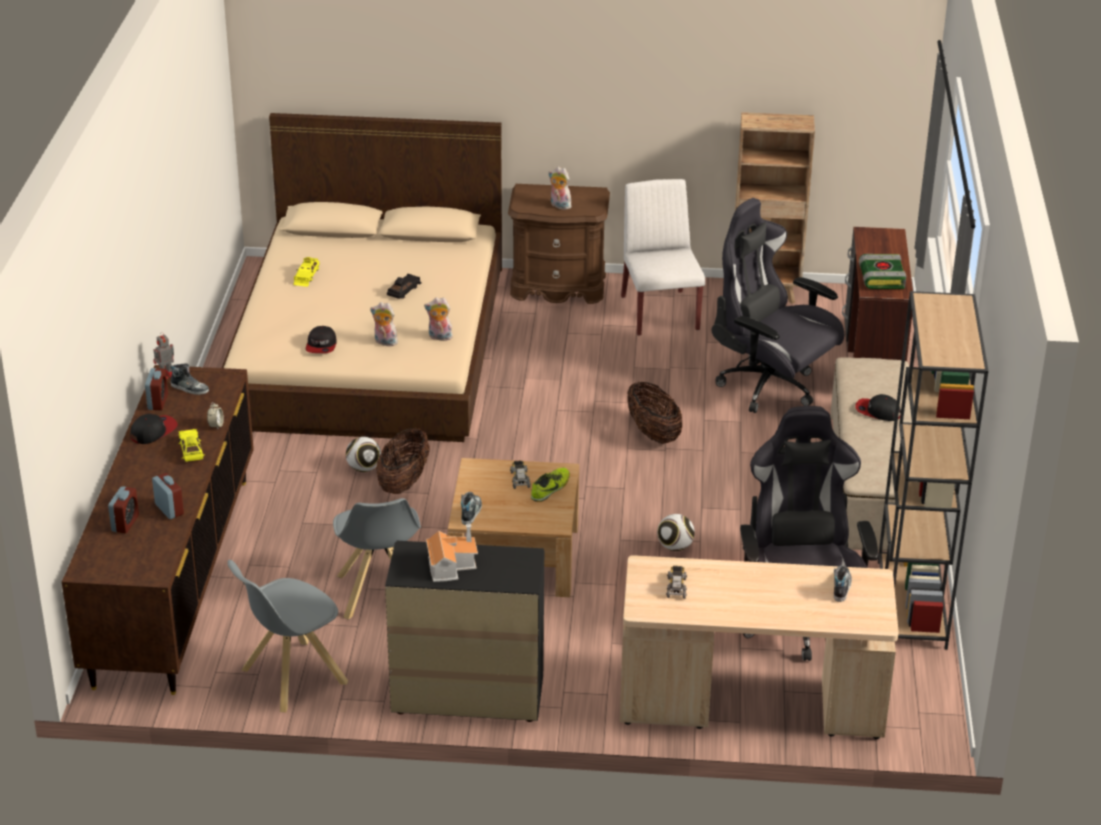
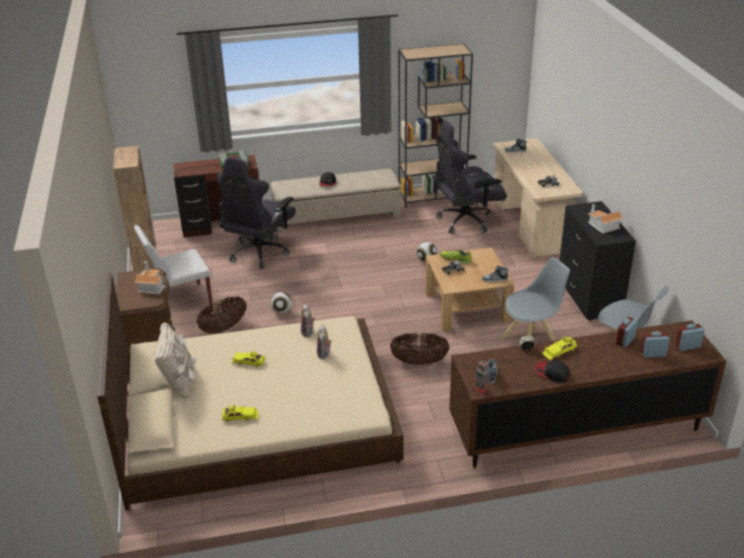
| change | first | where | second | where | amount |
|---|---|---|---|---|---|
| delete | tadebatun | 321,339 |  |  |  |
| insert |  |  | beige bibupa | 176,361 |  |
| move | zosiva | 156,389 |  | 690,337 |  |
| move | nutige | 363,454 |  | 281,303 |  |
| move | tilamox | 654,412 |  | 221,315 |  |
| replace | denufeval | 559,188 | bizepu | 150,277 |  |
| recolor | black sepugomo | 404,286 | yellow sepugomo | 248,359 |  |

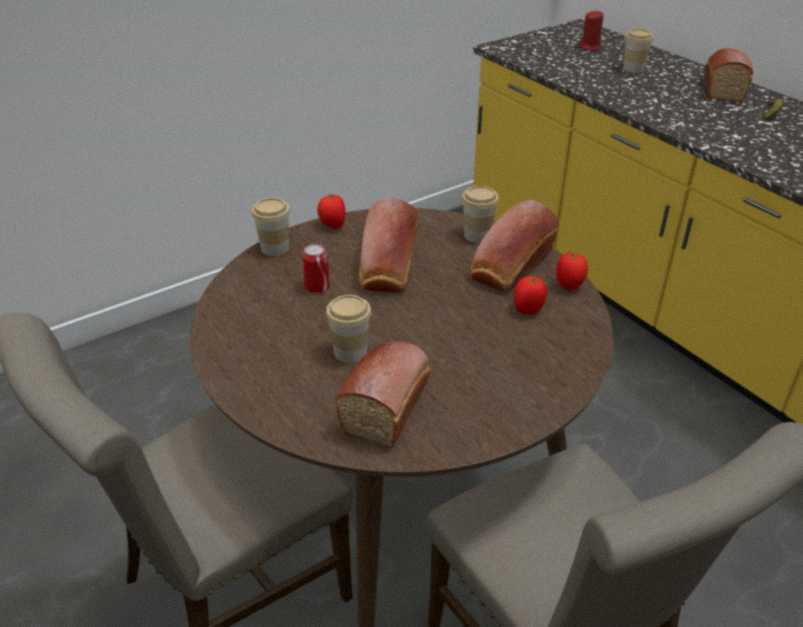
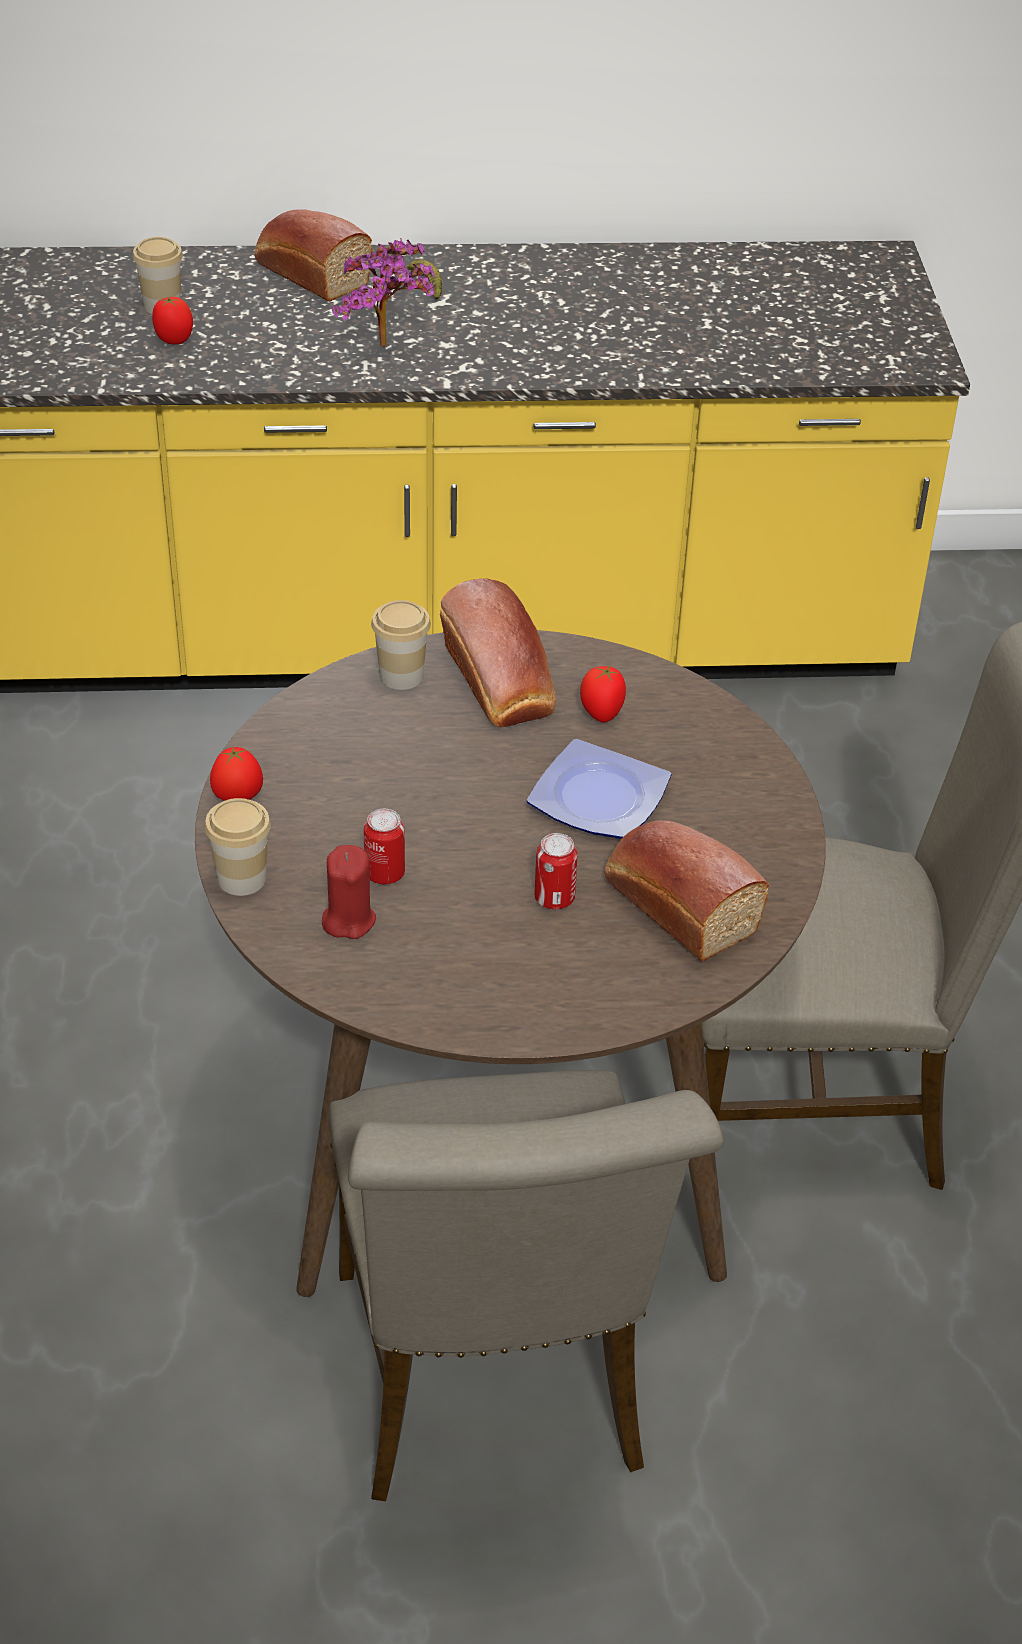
| change | first | where | second | where | amount |
|---|---|---|---|---|---|
| delete | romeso | 389,245 |  |  |  |
| insert |  |  | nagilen | 383,292 |  |
| insert |  |  | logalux | 599,789 |  |
| move | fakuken | 572,272 |  | 172,320 |  |
| move | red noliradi | 591,30 |  | 349,892 |  |
| replace | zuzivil | 349,329 | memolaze | 556,871 |  |

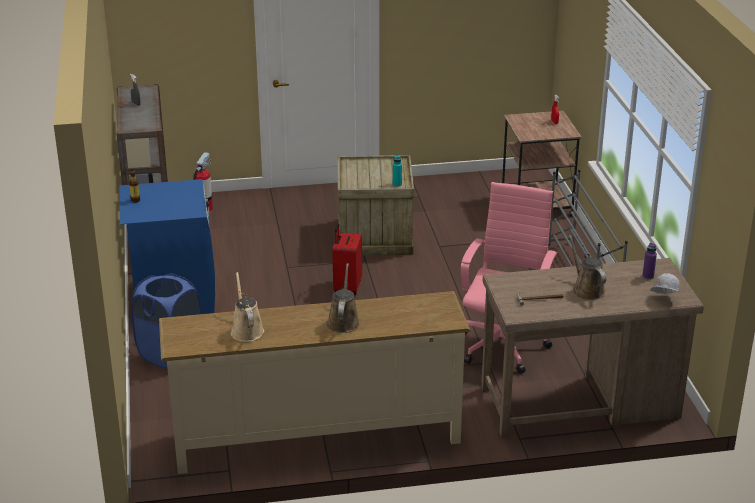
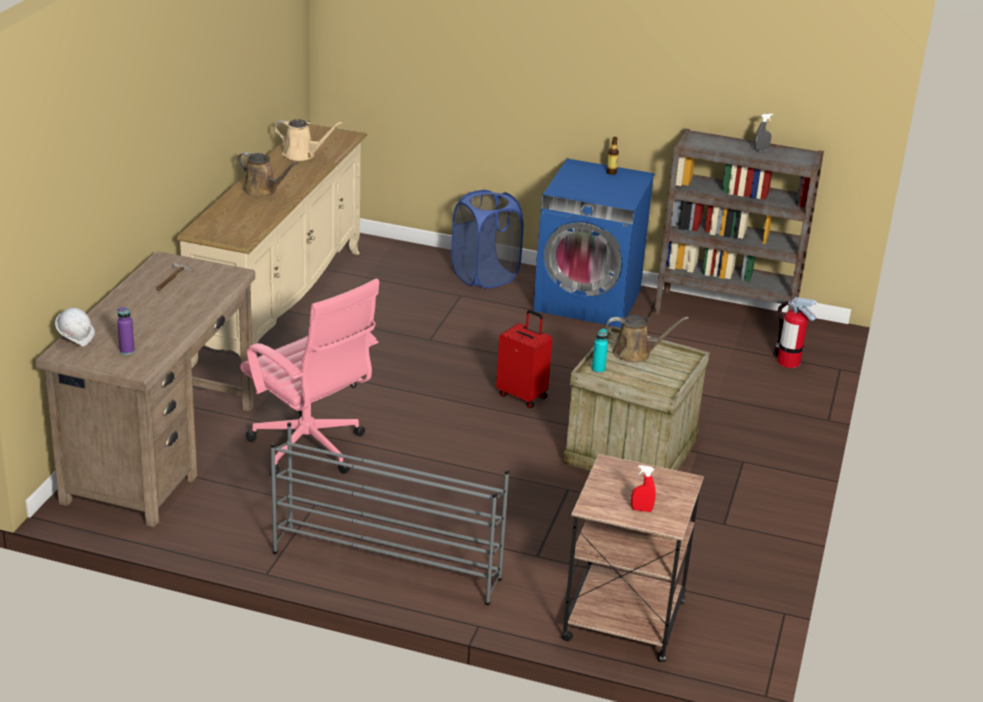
| change | first | where | second | where | amount |
|---|---|---|---|---|---|
| move | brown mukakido | 587,267 |  | 647,339 |  |

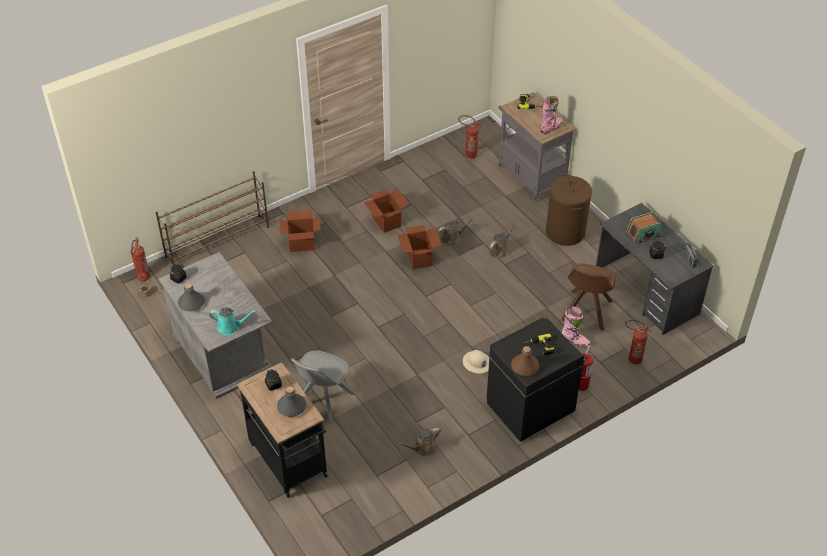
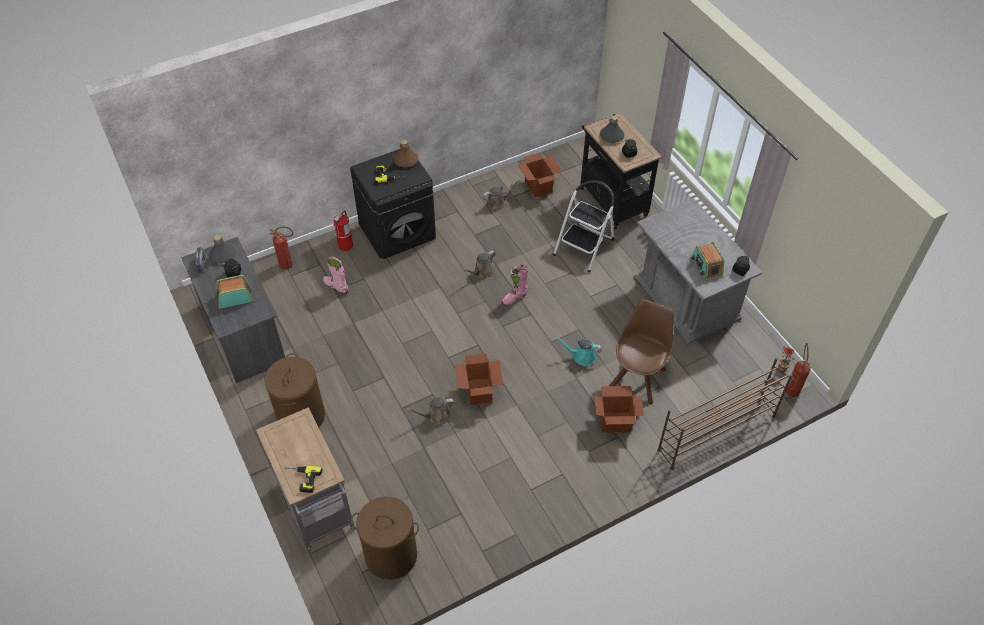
| change | first | where | second | where | amount |
|---|---|---|---|---|---|
| delete | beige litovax | 476,361 |  |  |  |
| insert |  |  | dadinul | 708,261 |  |
| move | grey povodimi | 191,297 |  | 222,249 |  |
| move | turquoise mukakido | 232,321 |  | 579,351 |  |
| move | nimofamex | 386,211 |  | 539,175 |  |
| move | brown mukakido | 503,239 |  | 478,265 |  |
| move | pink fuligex | 552,115 |  | 515,285 |  |
| move | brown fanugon | 589,297 |  | 641,352 |  |
| replace | grey fanugon | 322,388 | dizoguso | 583,226 |  |
| replace | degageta | 469,137 | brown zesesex | 385,538 |  |

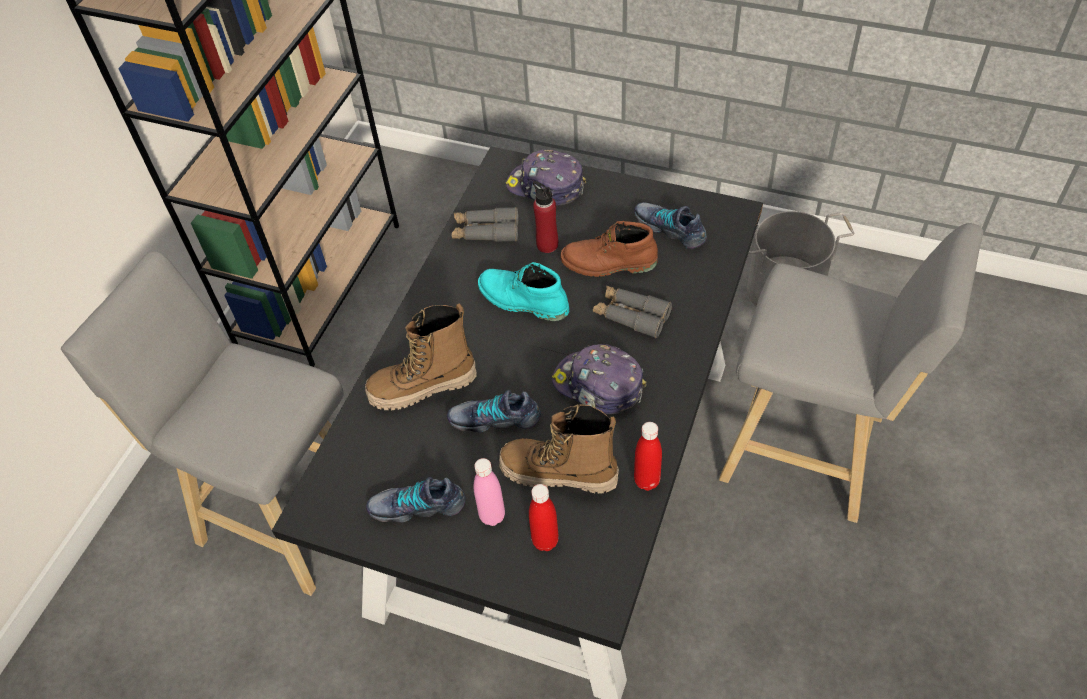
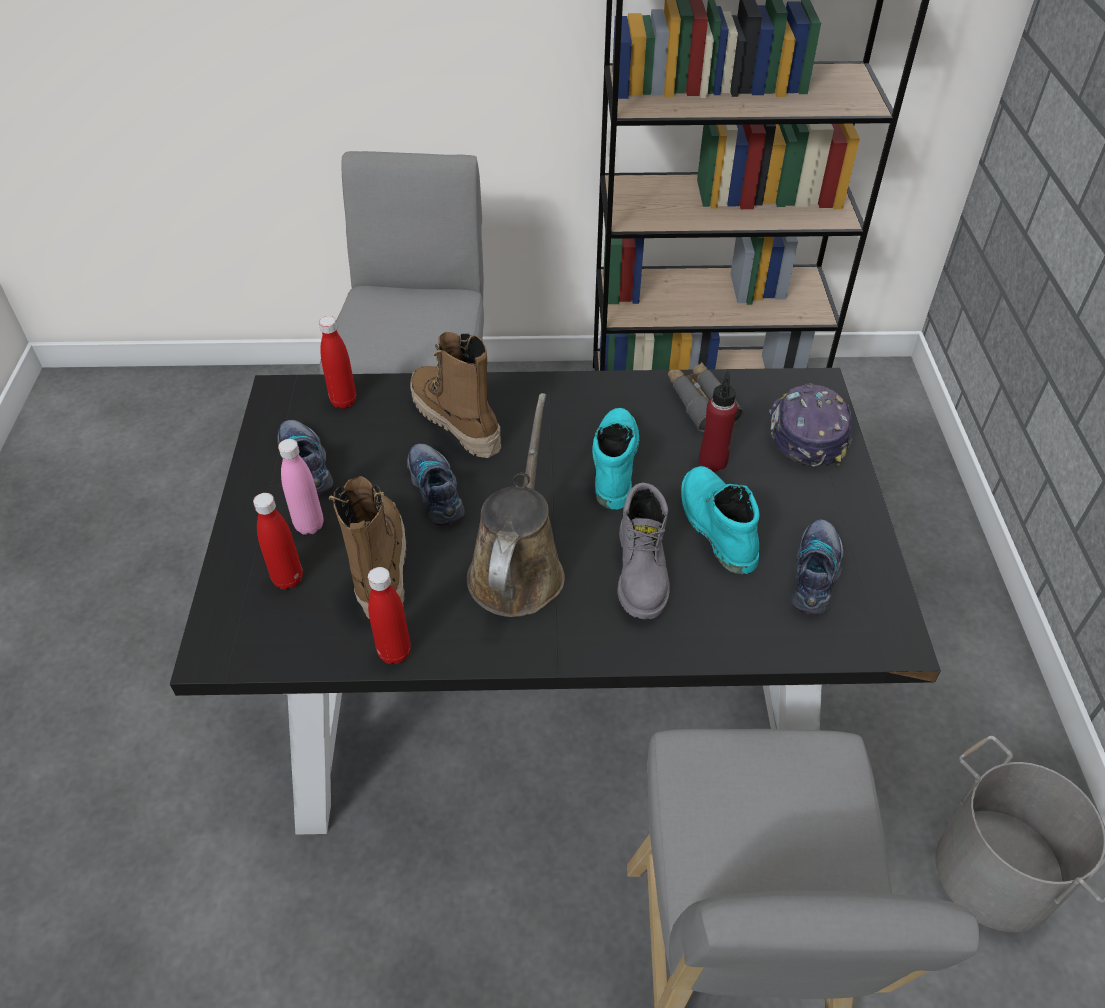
| change | first | where | second | where | amount |
|---|---|---|---|---|---|
| insert |  |  | red povodimi | 337,362 |  |
| replace | tadebatun | 599,379 | brown mukakido | 516,505 |  |
| replace | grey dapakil | 632,312 | grey fuligex | 644,551 |  |
| recolor | brown fuligex | 609,249 | turquoise fuligex | 720,520 |  |

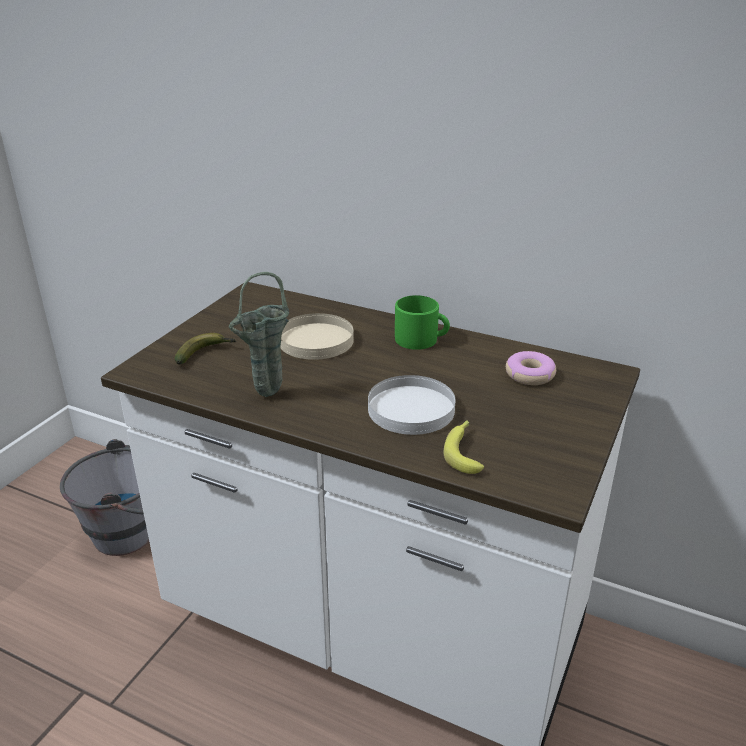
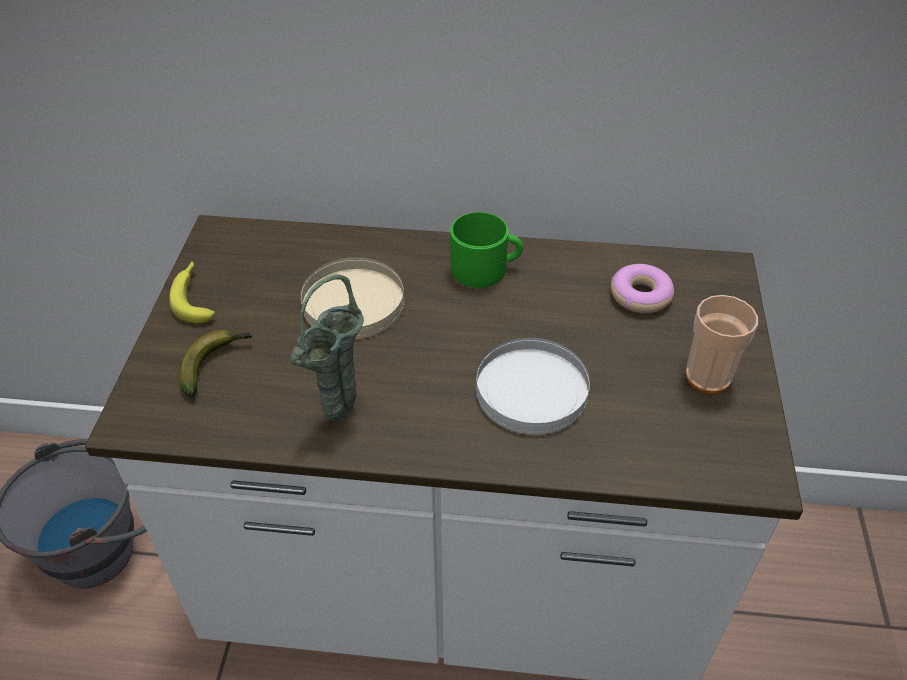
| change | first | where | second | where | amount |
|---|---|---|---|---|---|
| insert |  |  | zuzivil | 721,344 |  |
| move | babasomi | 464,447 |  | 192,292 |  |

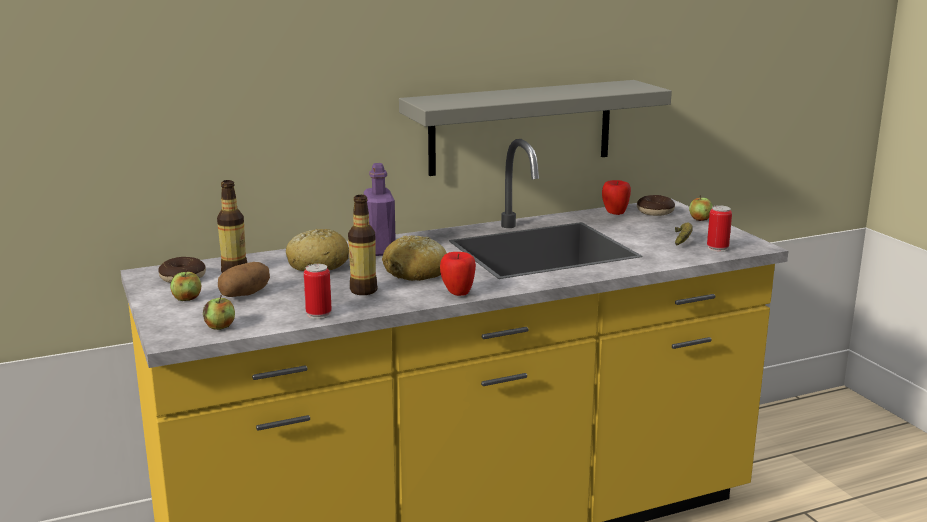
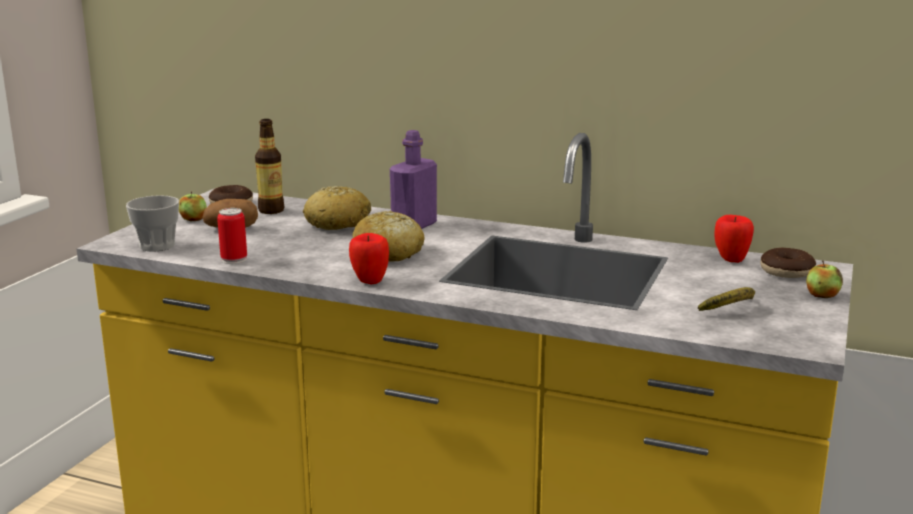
| change | first | where | second | where | amount |
|---|---|---|---|---|---|
| delete | povodimi | 362,245 |  |  |  |
| delete | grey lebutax | 535,128 |  |  |  |
| delete | memolaze | 719,228 |  |  |  |
| replace | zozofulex | 219,312 | zuzivil | 152,223 |  |

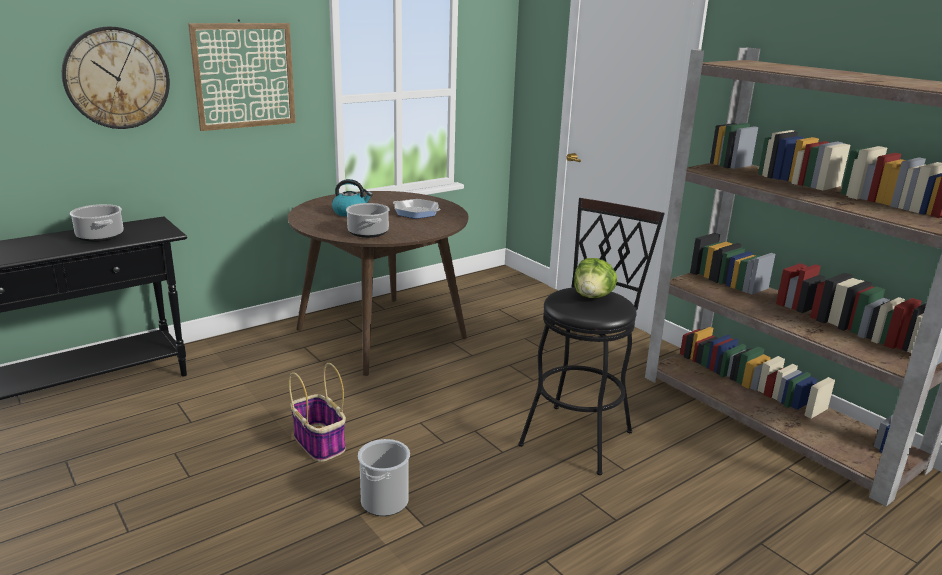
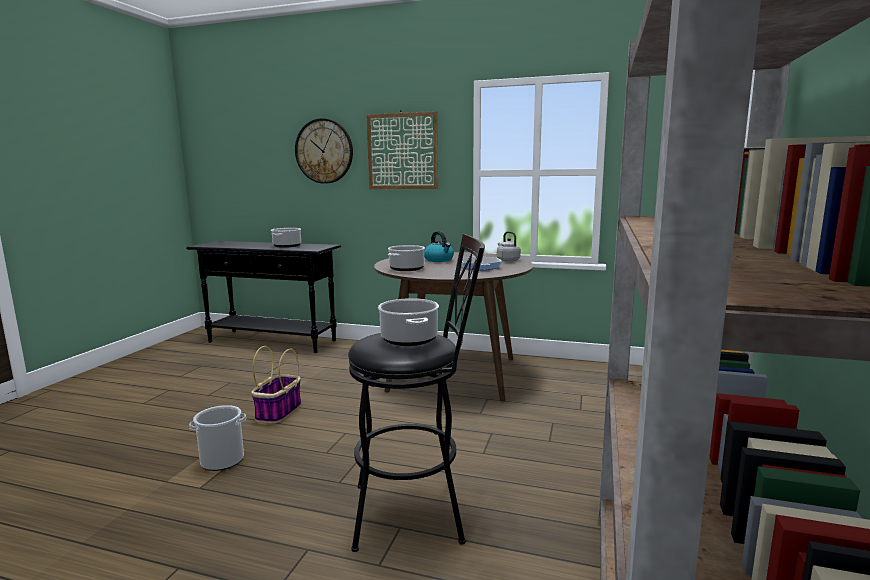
| change | first | where | second | where | amount |
|---|---|---|---|---|---|
| insert |  |  | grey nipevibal | 509,246 |  |
| replace | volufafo | 595,278 | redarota | 408,322 |  |

